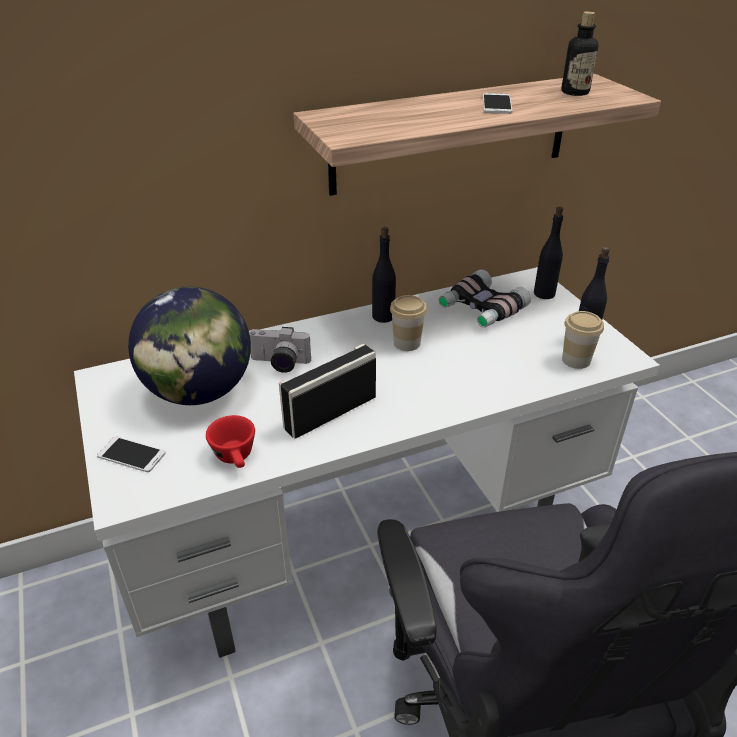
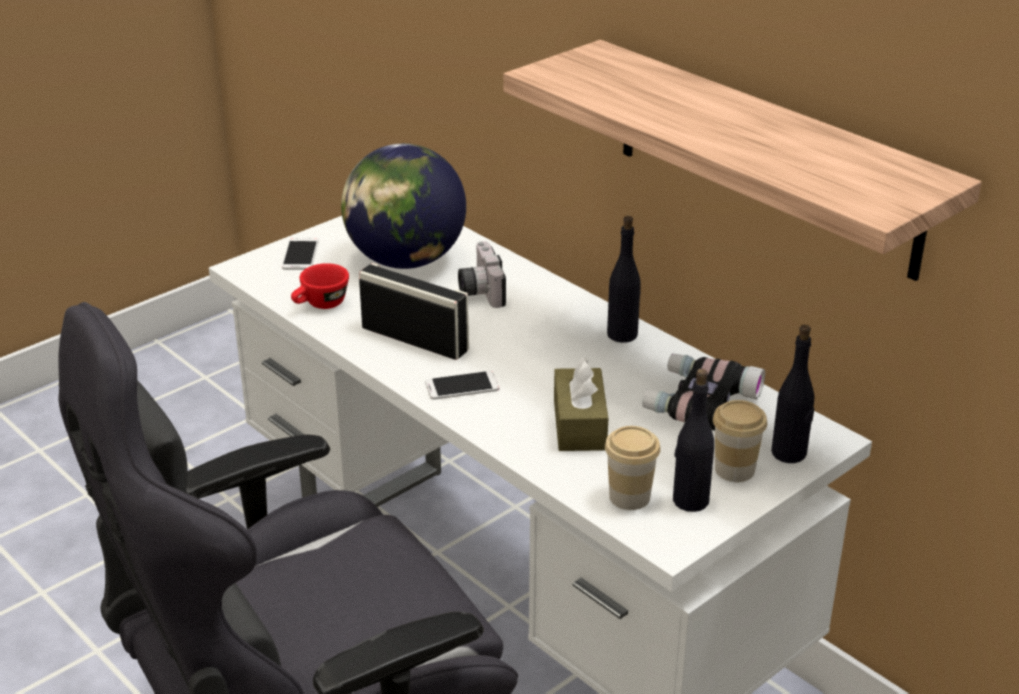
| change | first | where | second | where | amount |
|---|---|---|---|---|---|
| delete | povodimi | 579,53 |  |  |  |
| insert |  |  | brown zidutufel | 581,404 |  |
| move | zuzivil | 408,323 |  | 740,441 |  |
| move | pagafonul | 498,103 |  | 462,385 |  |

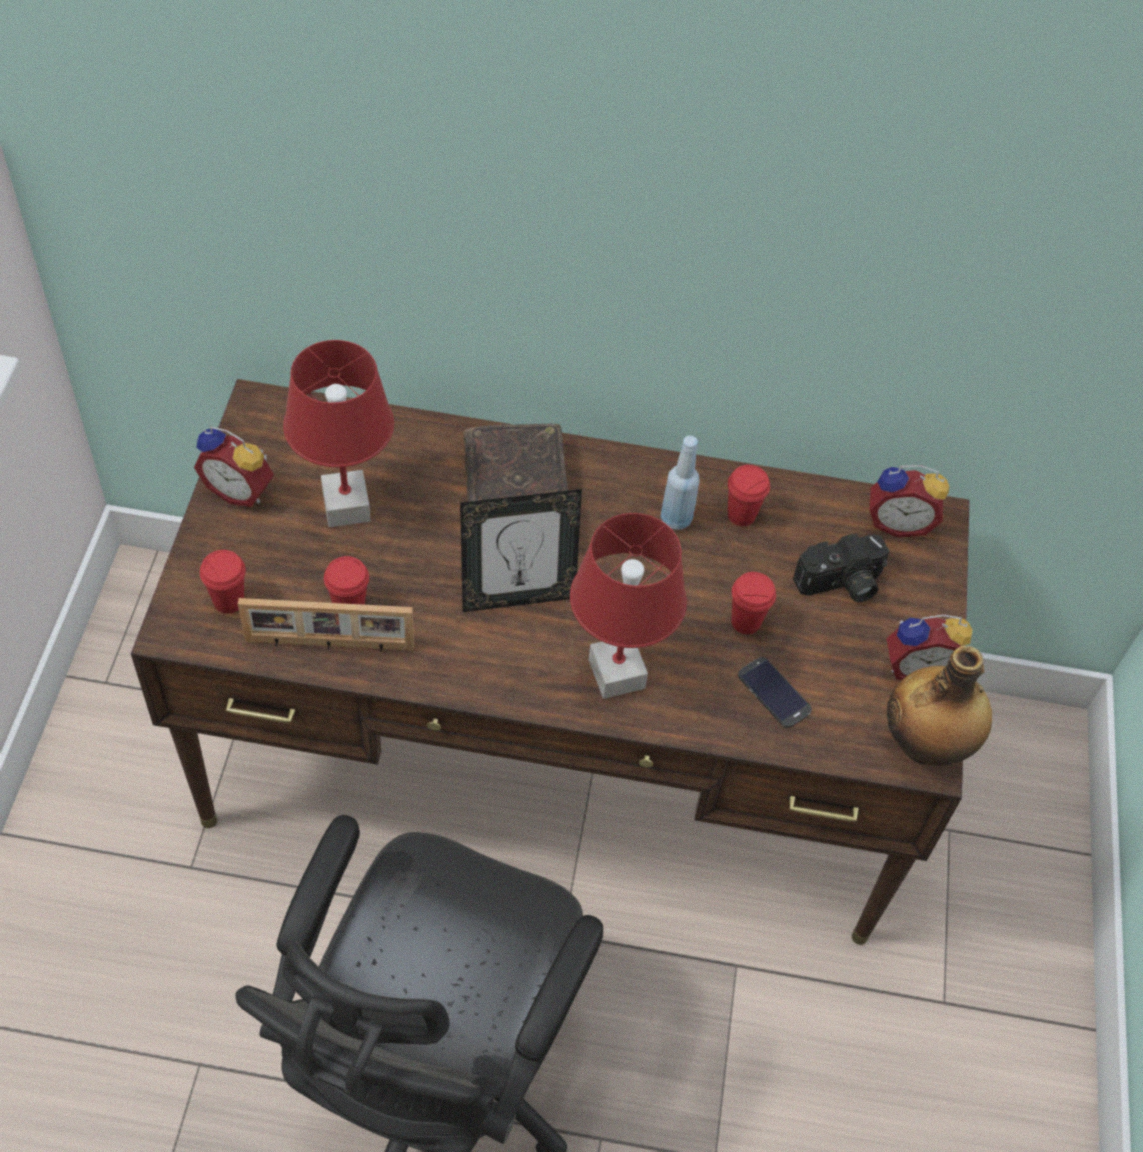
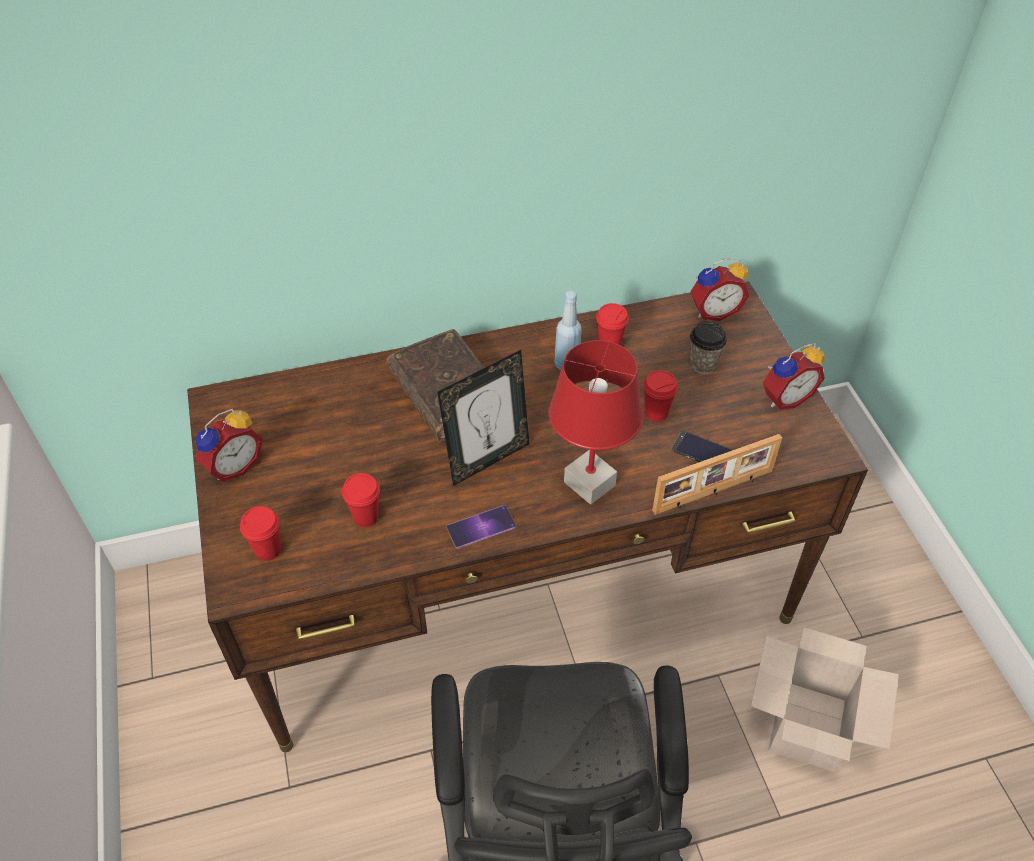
| change | first | where | second | where | amount |
|---|---|---|---|---|---|
| delete | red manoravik | 338,433 |  |  |  |
| delete | povodimi | 939,706 |  |  |  |
| insert |  |  | pagafonul | 481,527 |  |
| insert |  |  | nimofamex | 825,699 |  |
| move | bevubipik | 326,625 |  | 717,474 |  |
| replace | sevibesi | 841,567 | zuzivil | 708,348 |  |
| rotate | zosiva | 234,467 |  | 229,445 | 45 degrees counterclockwise |

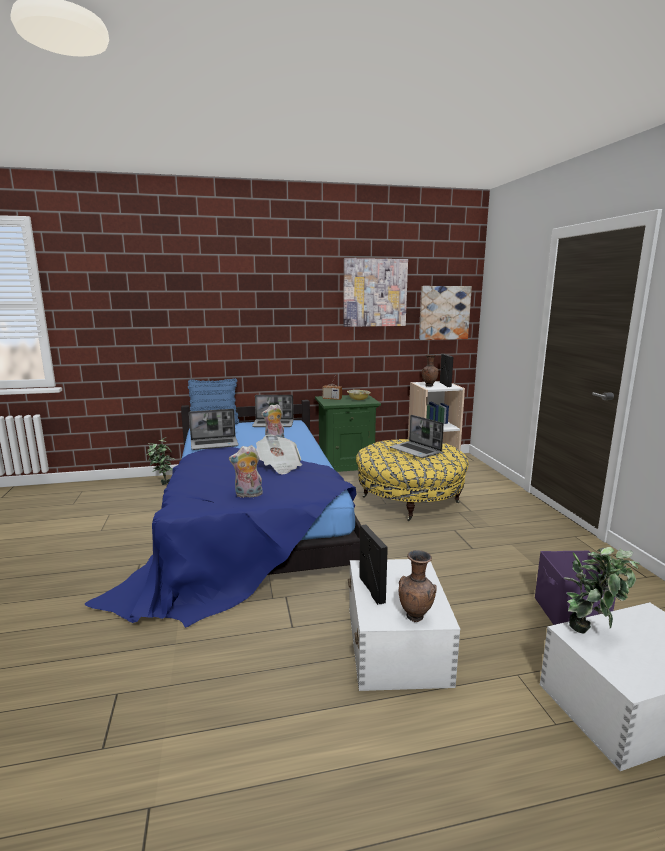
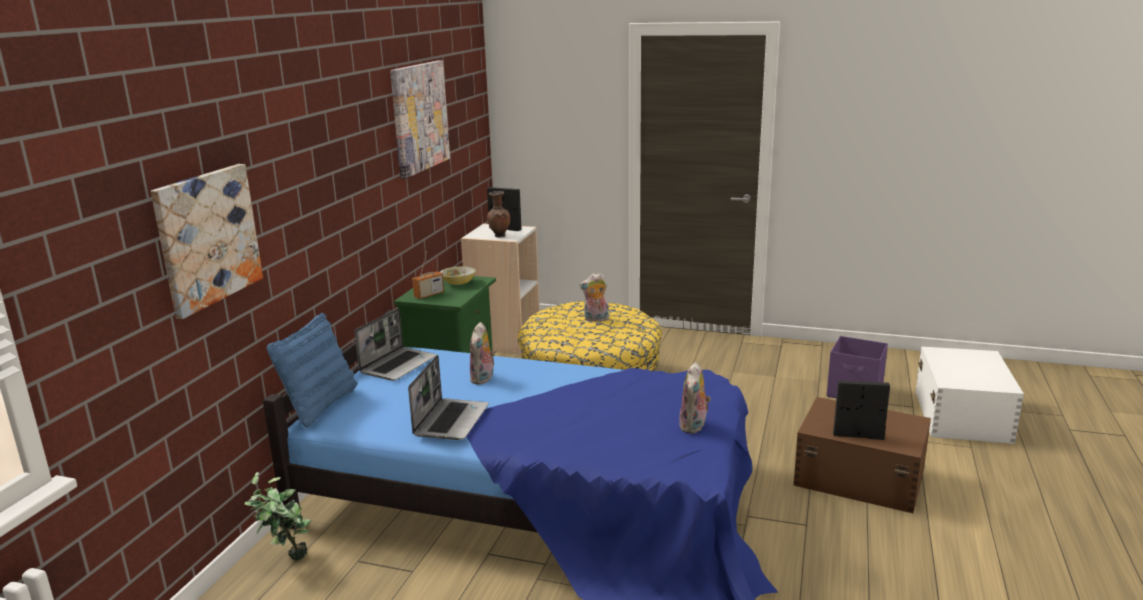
| change | first | where | second | where | amount |
|---|---|---|---|---|---|
| delete | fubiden | 279,455 |  |  |  |
| delete | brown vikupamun | 418,586 |  |  |  |
| delete | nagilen | 602,590 |  |  |  |
| move | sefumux | 445,313 |  | 207,241 |  |
| replace | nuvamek | 417,436 | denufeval | 594,297 |  |
| recolor | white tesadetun | 404,625 | brown tesadetun | 862,455 |  |

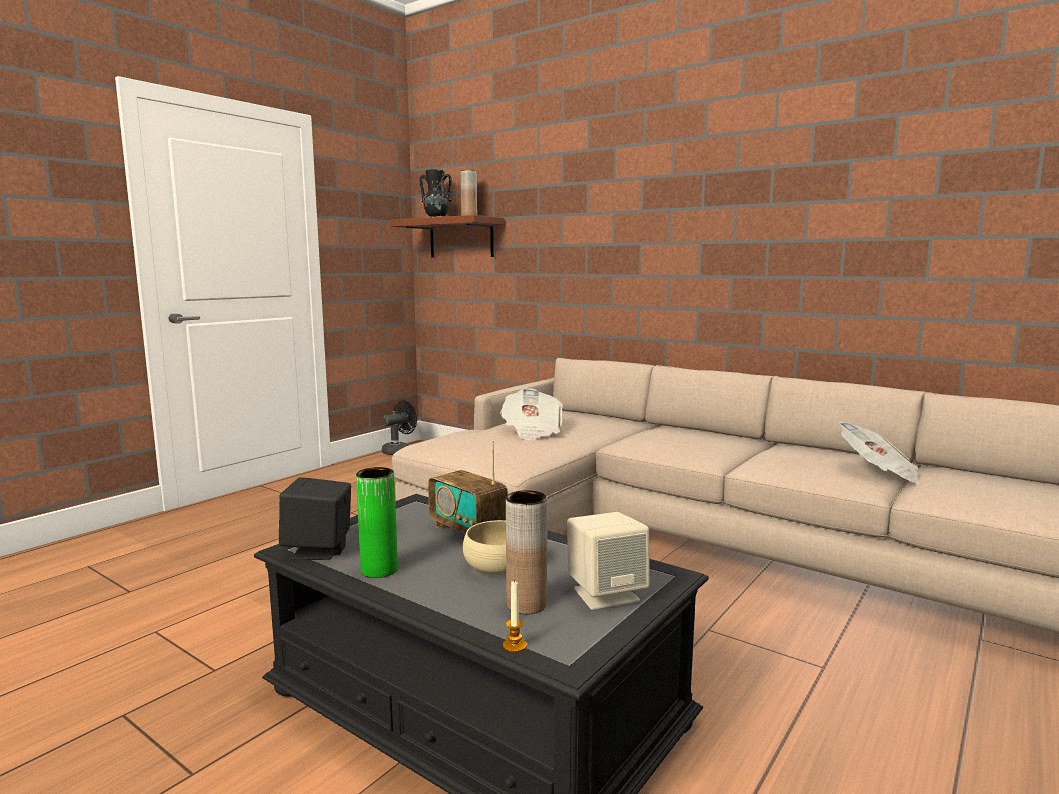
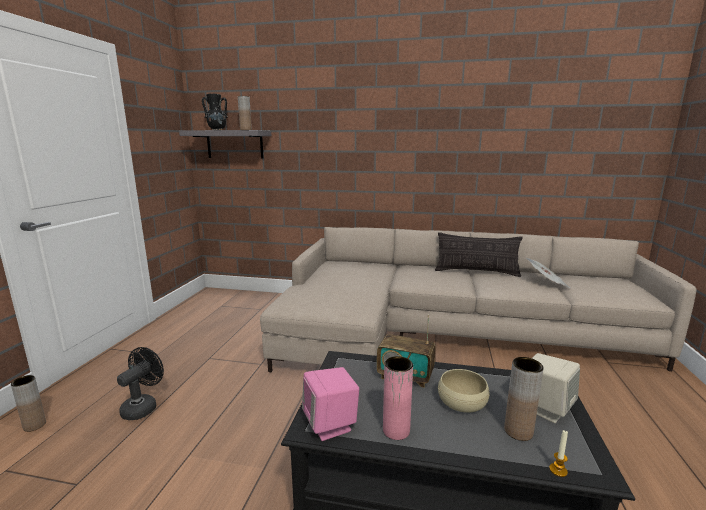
| change | first | where | second | where | amount |
|---|---|---|---|---|---|
| delete | fubiden | 531,414 |  |  |  |
| insert |  |  | brown vikupamun | 28,403 |  |
| insert |  |  | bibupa | 479,254 |  |
| move | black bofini | 399,428 |  | 140,383 |  |
| recolor | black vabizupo | 315,518 | pink vabizupo | 330,404 |  |
| recolor | green vikupamun | 377,522 | pink vikupamun | 398,398 |  |
| recolor | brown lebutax | 447,236 | grey lebutax | 225,144 |  |

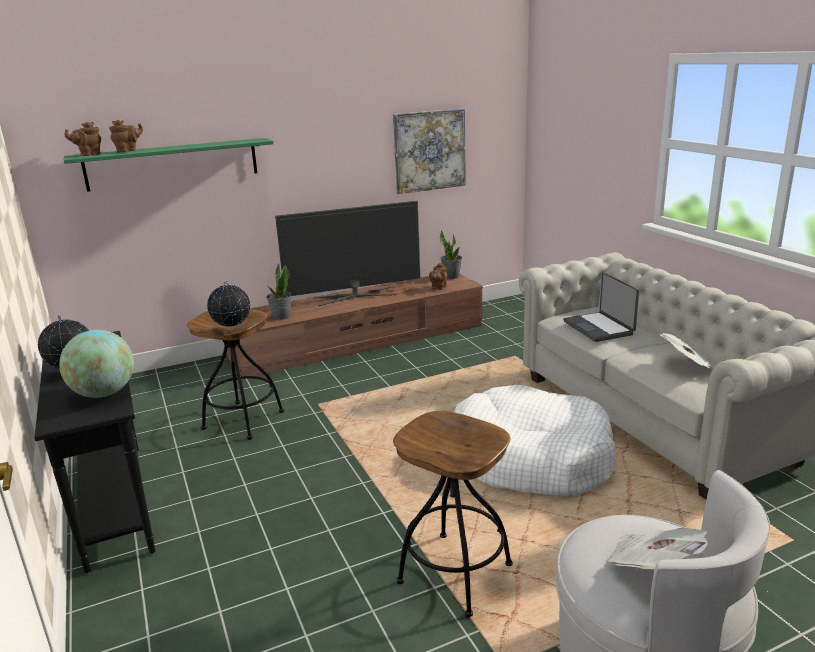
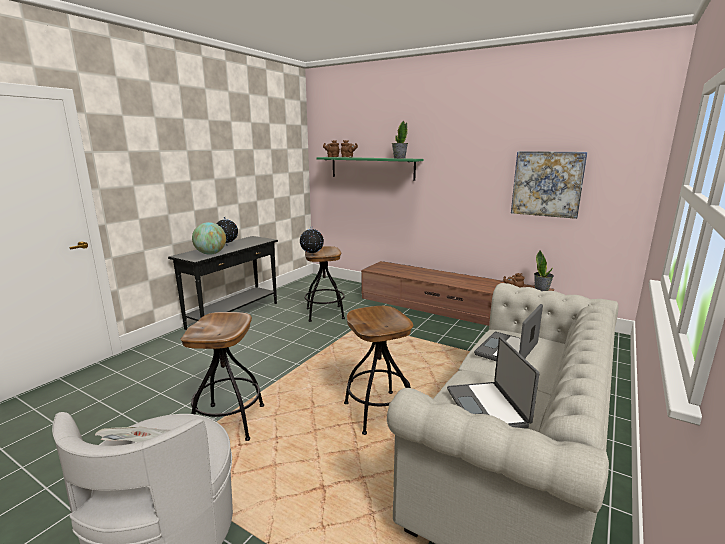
| change | first | where | second | where | amount |
|---|---|---|---|---|---|
| delete | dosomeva | 348,253 |  |  |  |
| move | nagilen | 278,291 |  | 400,139 |  |
| replace | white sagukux | 535,440 | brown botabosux | 378,370 |  |
| replace | fubiden | 687,350 | nuvamek | 493,383 |  |

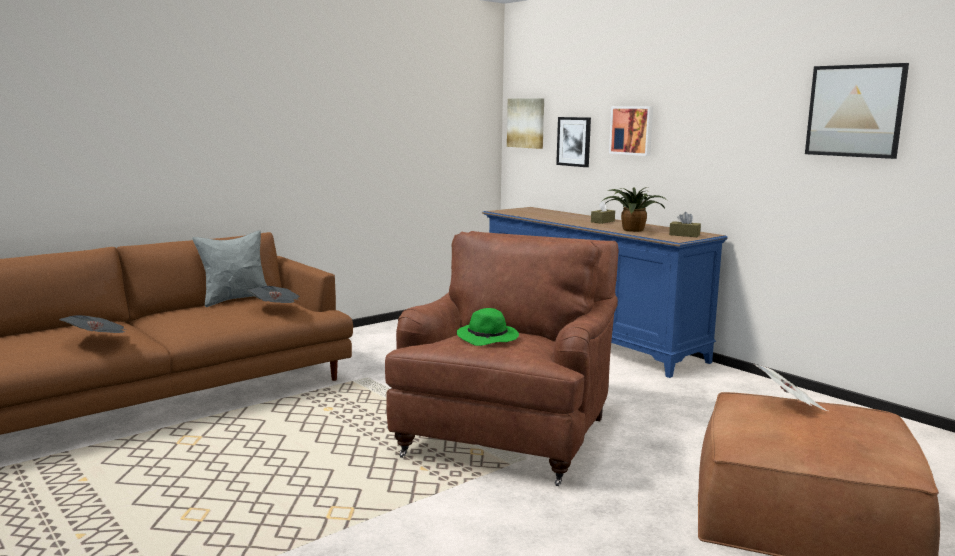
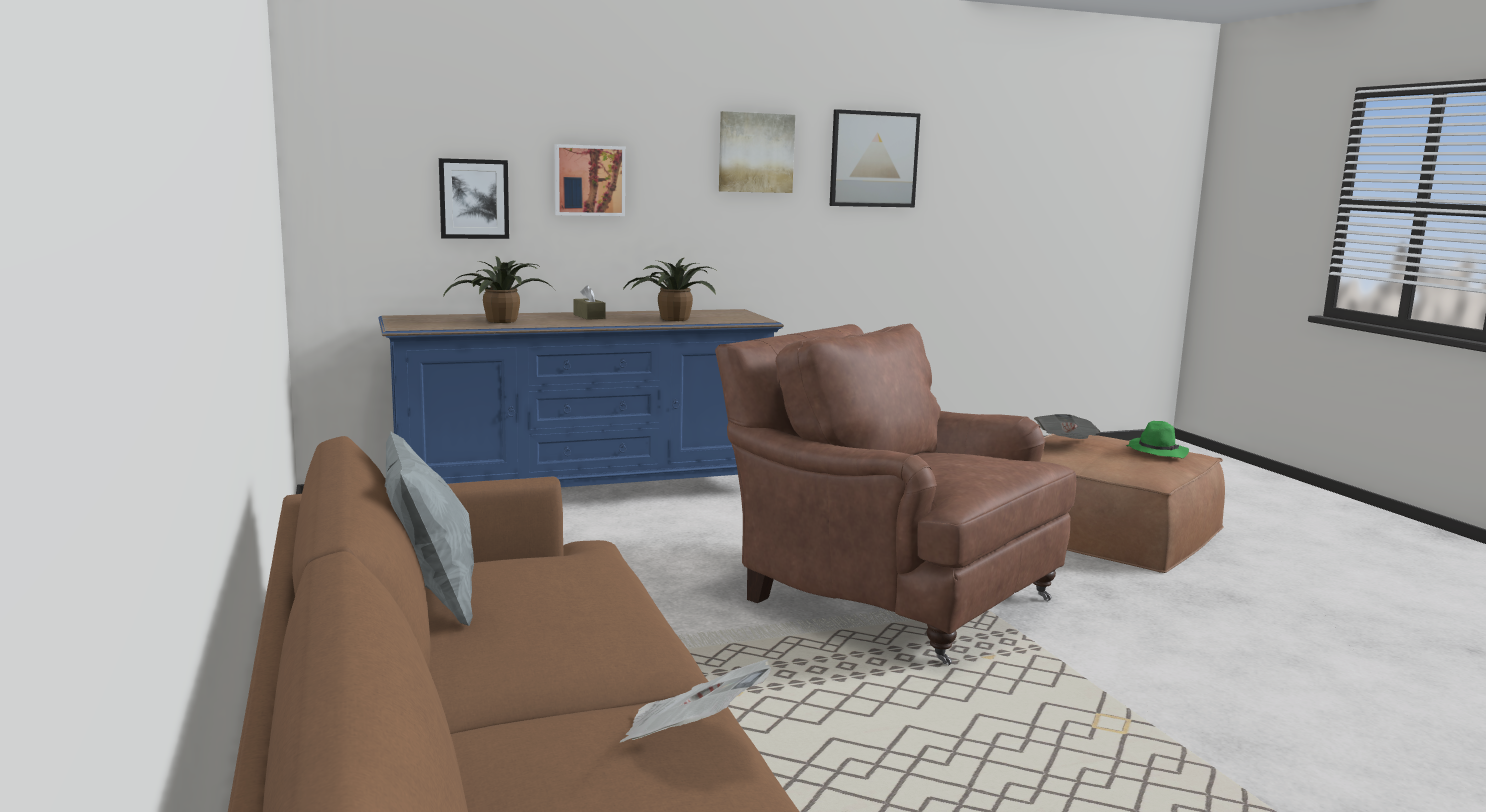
| change | first | where | second | where | amount |
|---|---|---|---|---|---|
| delete | fubiden | 273,294 |  |  |  |
| delete | brown zidutufel | 685,224 |  |  |  |
| insert |  |  | nagilen | 498,289 |  |
| move | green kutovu | 488,327 |  | 1157,439 |  |
| move | sefumux | 525,123 |  | 757,152 |  |

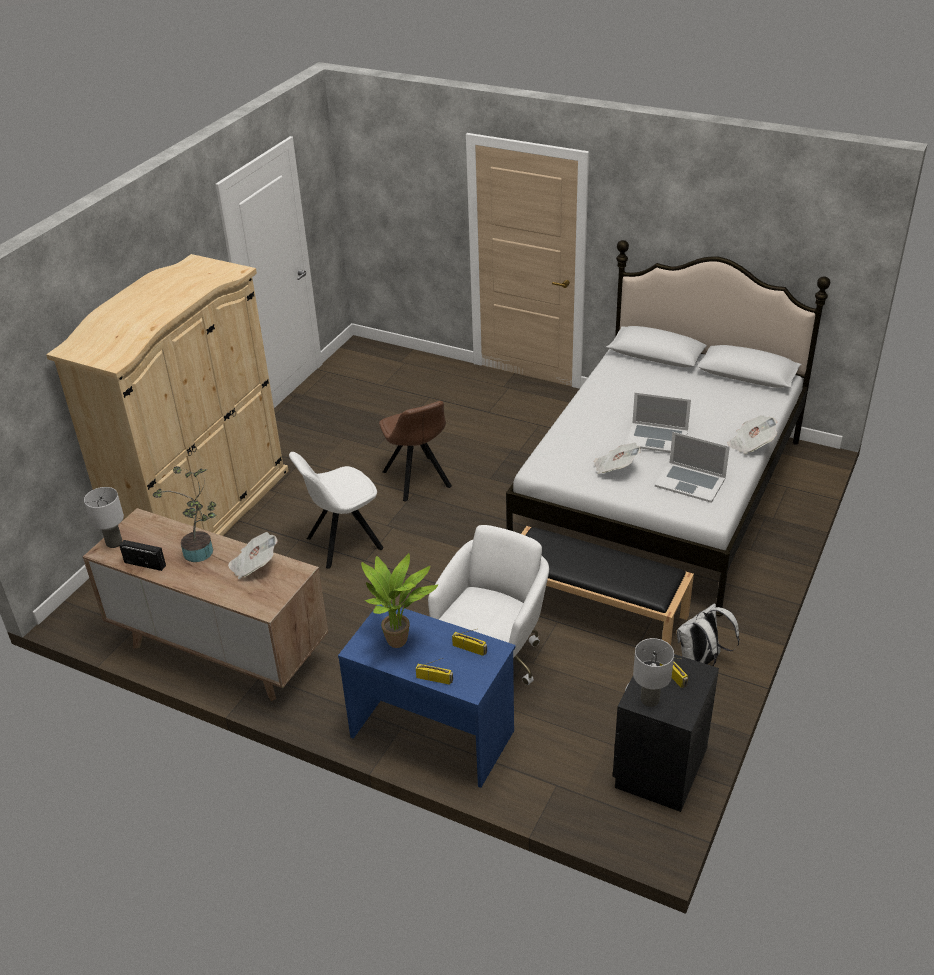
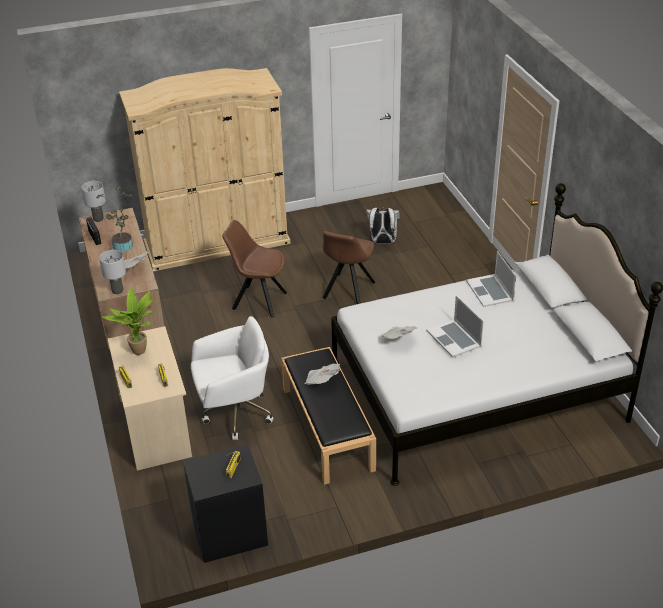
| change | first | where | second | where | amount |
|---|---|---|---|---|---|
| move | white manoravik | 653,672 |  | 112,272 |  |
| move | nuvamek | 692,467 |  | 491,279 |  |
| move | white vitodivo | 708,634 |  | 382,225 |  |
| move | fubiden | 753,435 |  | 322,374 |  |
| recolor | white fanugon | 336,510 | brown fanugon | 254,268 |  |
| recolor | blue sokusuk | 427,696 | beige sokusuk | 150,398 |  |

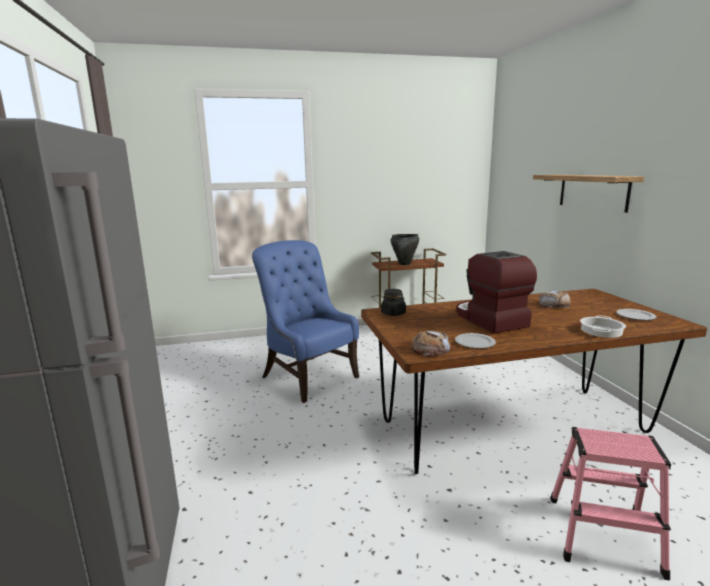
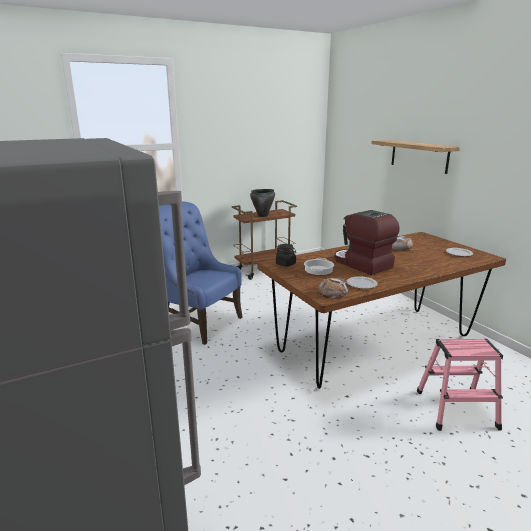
| change | first | where | second | where | amount |
|---|---|---|---|---|---|
| move | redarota | 603,327 |  | 319,266 |  |

